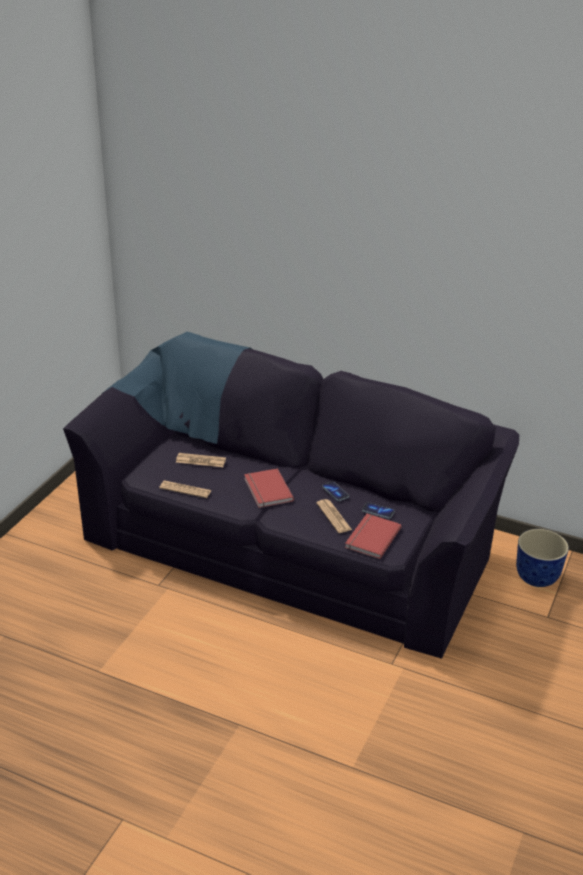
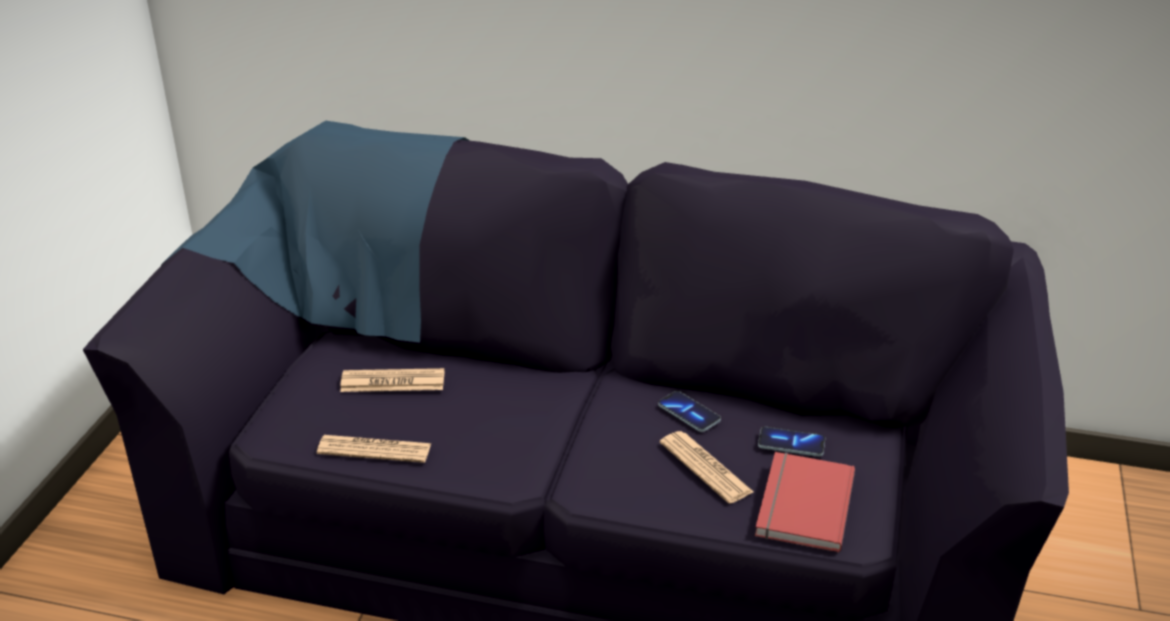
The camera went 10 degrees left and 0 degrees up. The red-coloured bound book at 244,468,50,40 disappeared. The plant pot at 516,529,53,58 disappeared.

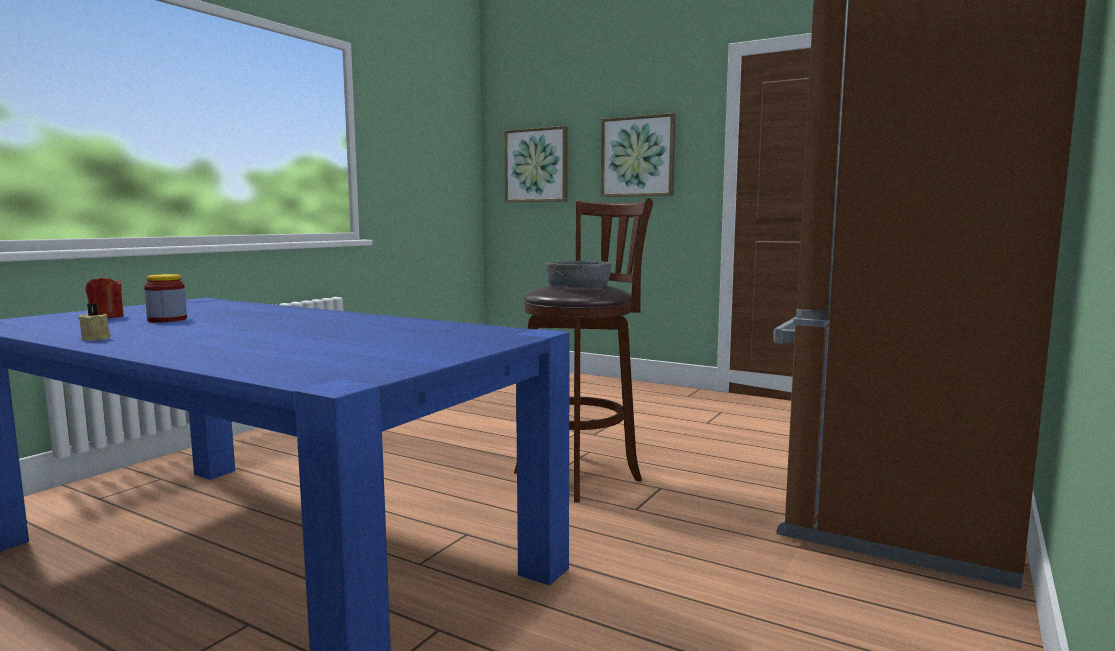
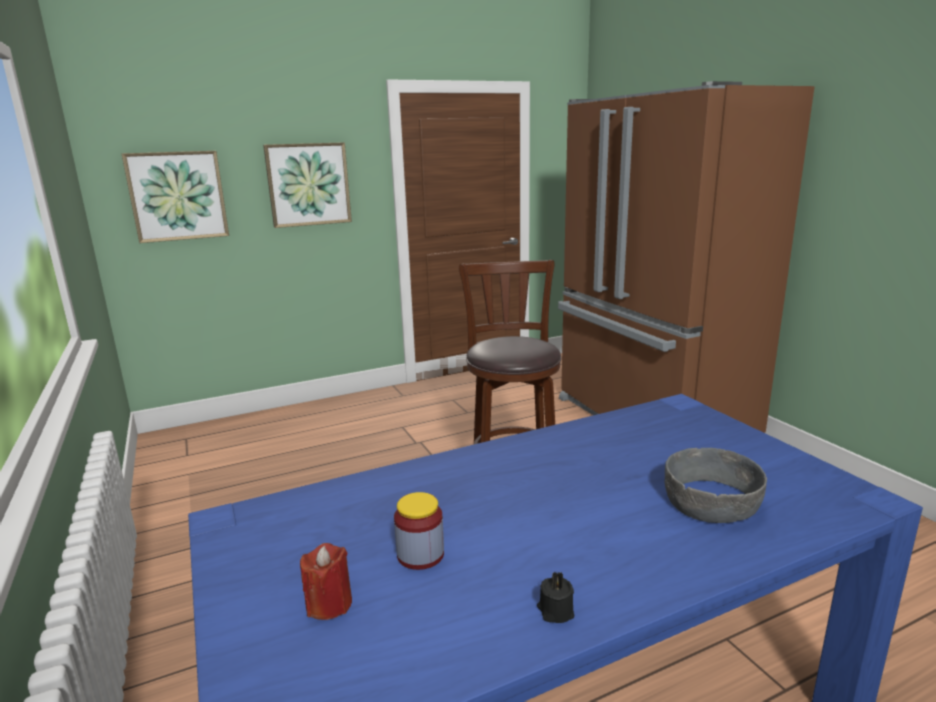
The camera went 55 degrees left and 10 degrees up. The beige-coloured wax candle at 78,303,33,38 became the black-coloured wax candle at 537,571,37,52. The grey deep dish moved from 547,261,65,26 to 665,448,102,75.

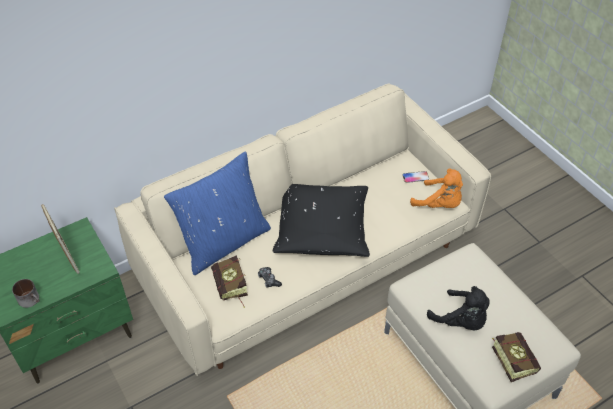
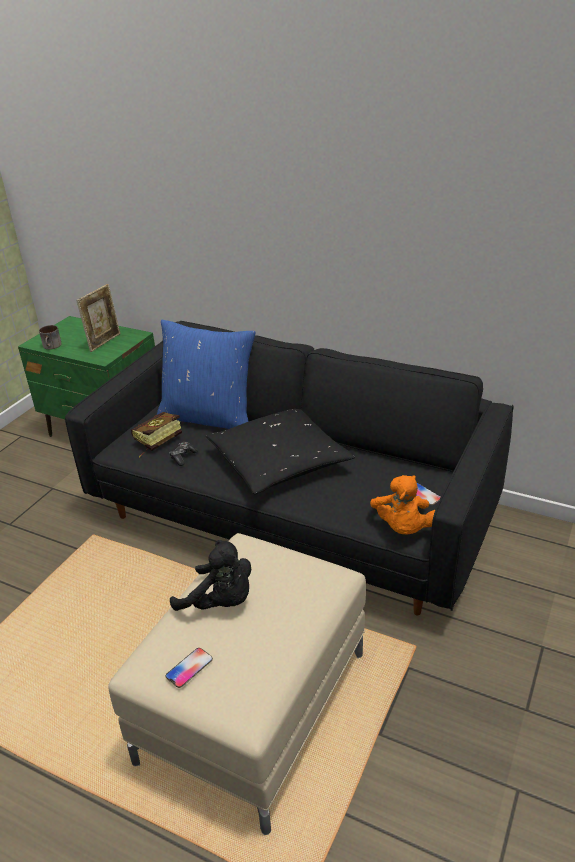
The camera went 60 degrees right and 15 degrees down. The beige-coloured couch at 114,83,377,293 became the black-coloured couch at 65,321,449,295. The bound book at 492,332,49,50 was replaced by the telephone at 165,648,48,40. The black-coloured cuddly toy at 427,286,63,44 turned 75 degrees counterclockwise.

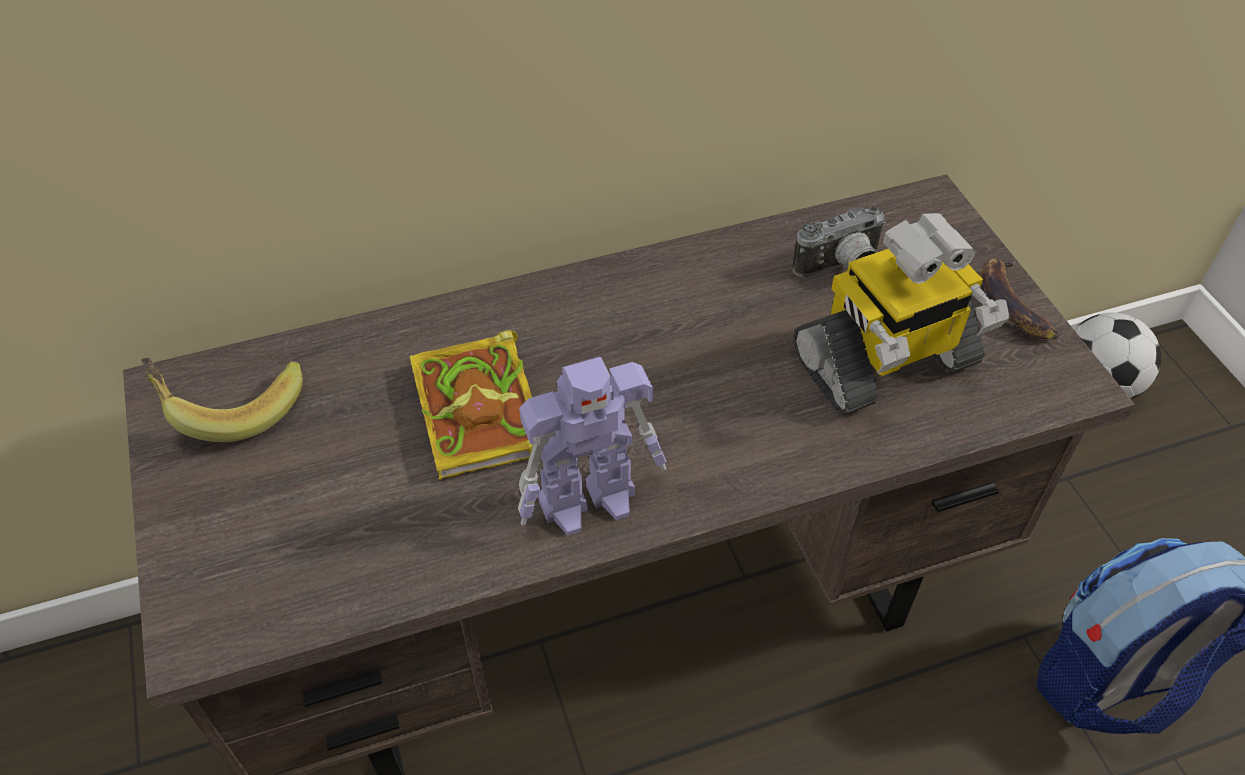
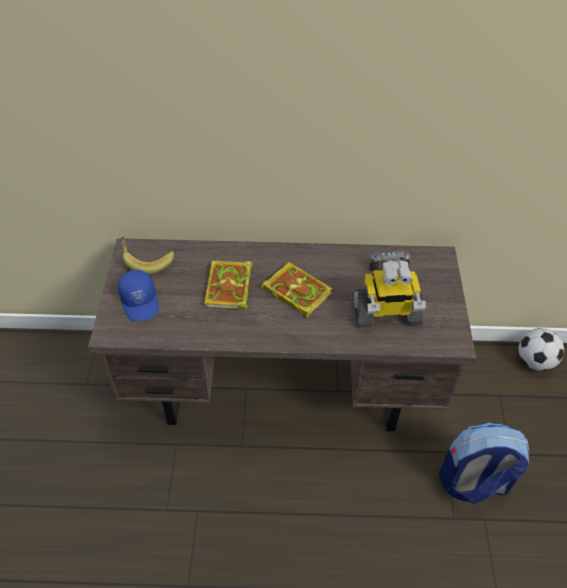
The camera went 20 degrees right and 0 degrees up. The bluish cap at 118,270,40,52 appeared. The bound book at 261,262,71,56 appeared. The toy robot at 518,357,149,179 disappeared. The banana at 982,259,77,80 disappeared.

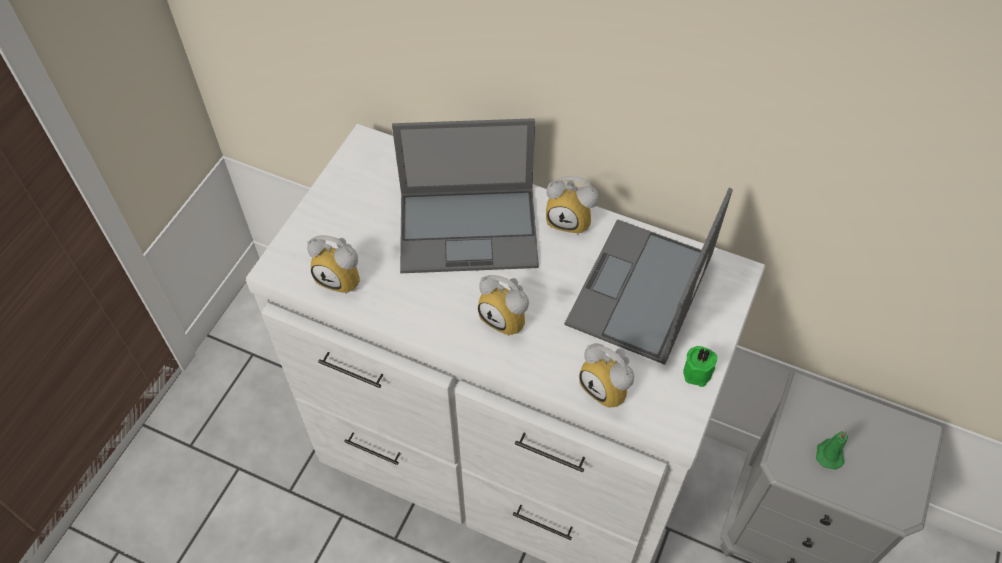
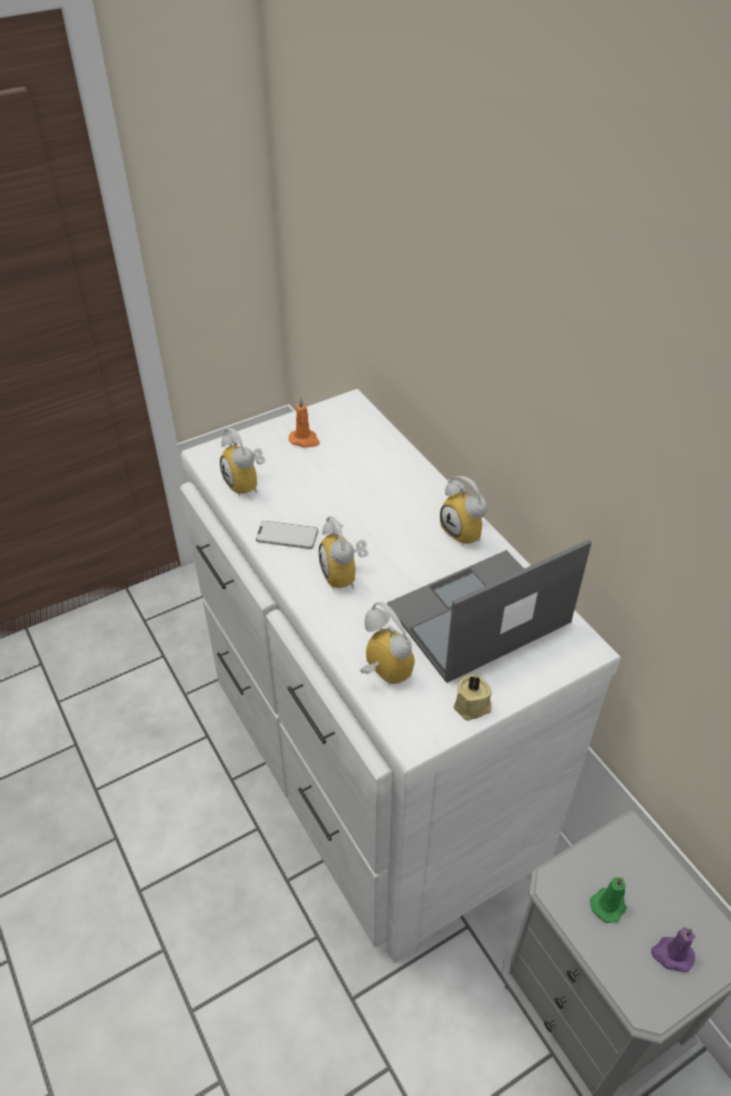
The camera went 35 degrees right and 10 degrees down. The telephone at 256,521,62,28 appeared. The orange wax candle at 289,398,31,50 appeared. The alarm clock at 579,343,55,65 turned 150 degrees clockwise. The green-coloured wax candle at 683,346,34,41 became the beige-coloured wax candle at 454,675,38,46. The purple wax candle at 651,927,44,45 appeared. The notebook computer at 392,118,147,155 disappeared.

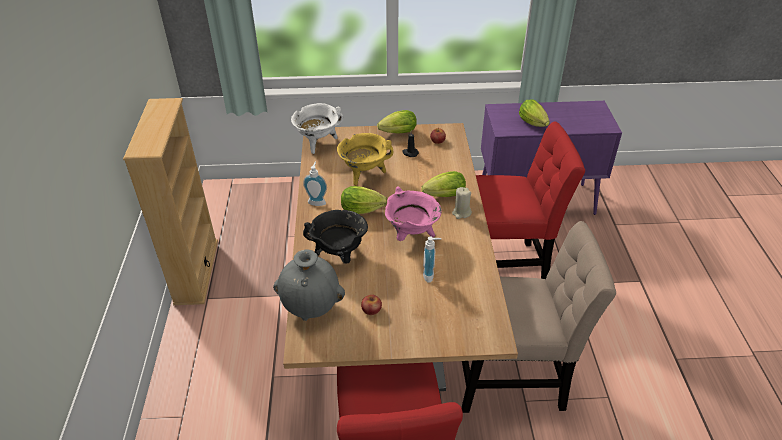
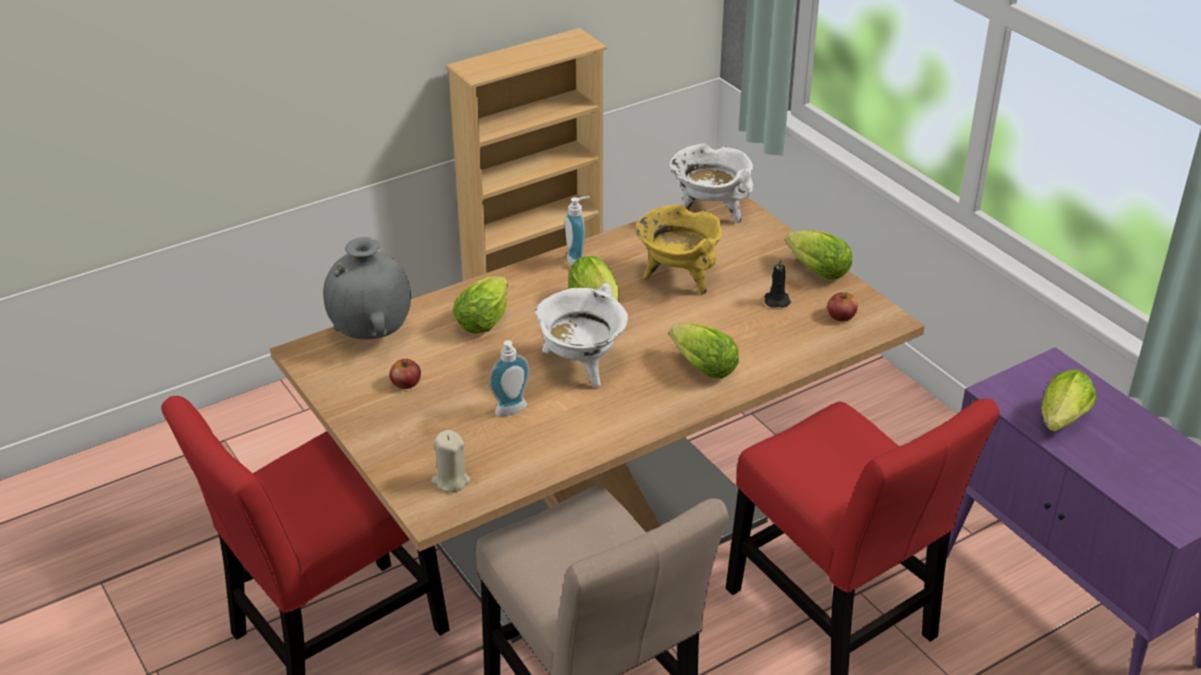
The camera went 60 degrees right and 5 degrees down. The beige-coloured wax candle moved from 452,187,20,32 to 431,430,39,62. The black-coloured cooking pot at 303,210,65,54 was replaced by the lettuce head at 453,276,55,57. The pinkish cooking pot at 385,186,57,55 became the white cooking pot at 535,283,93,105.

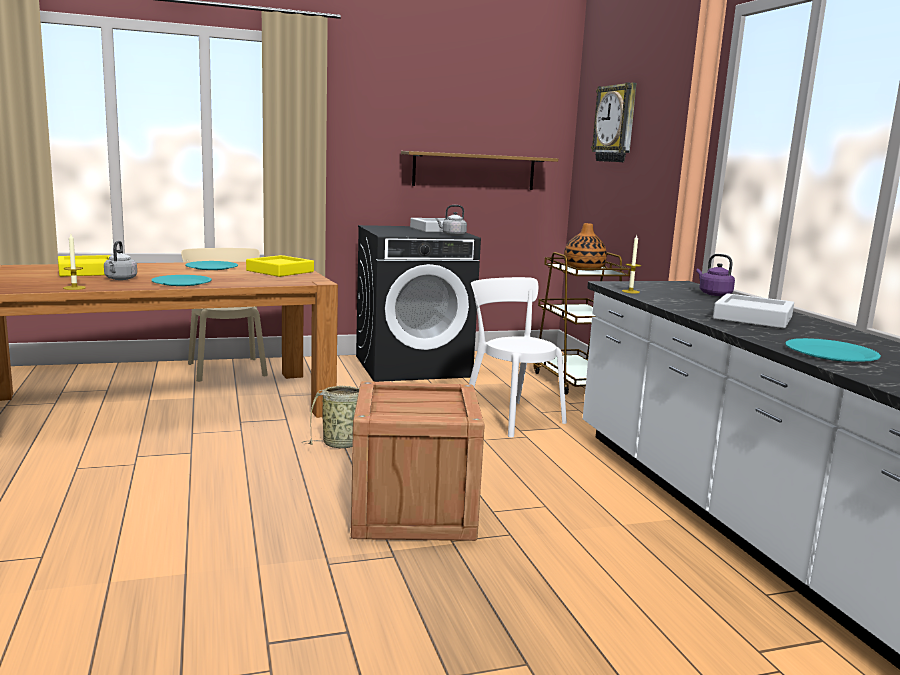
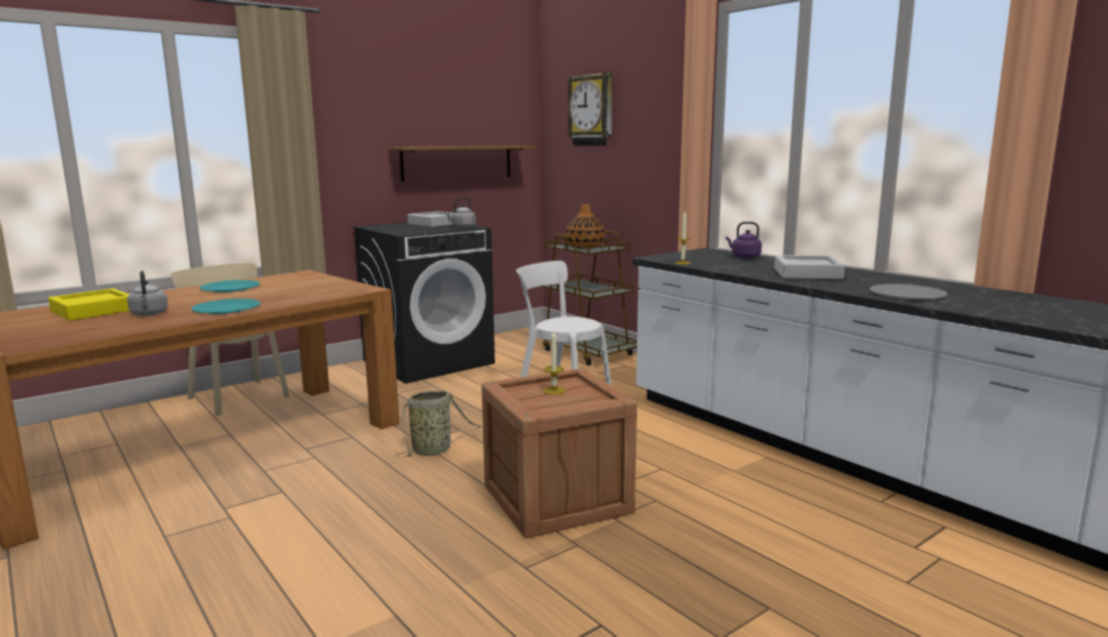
The camera went 20 degrees left and 0 degrees up. The wax candle moved from 63,234,23,56 to 543,331,23,64. The turquoise dinner plate at 785,338,96,24 became the grey dinner plate at 869,284,79,16. The yellowish tray at 246,255,68,22 disappeared.

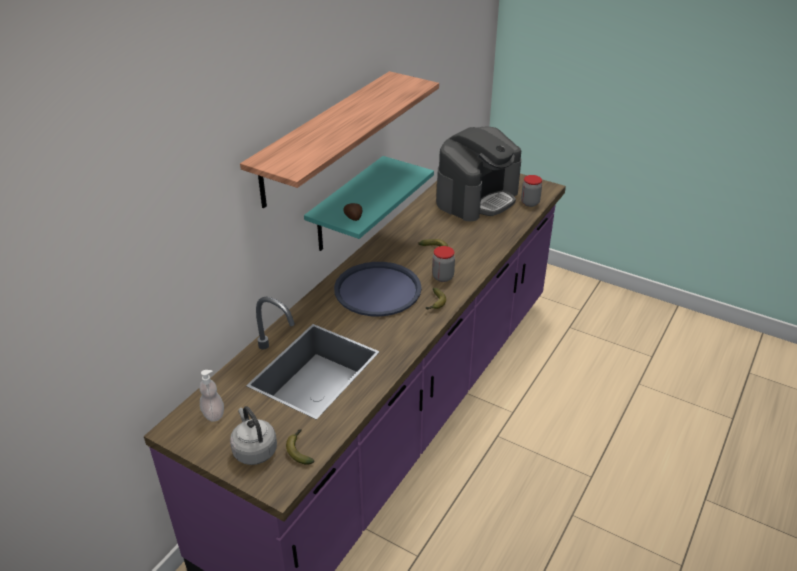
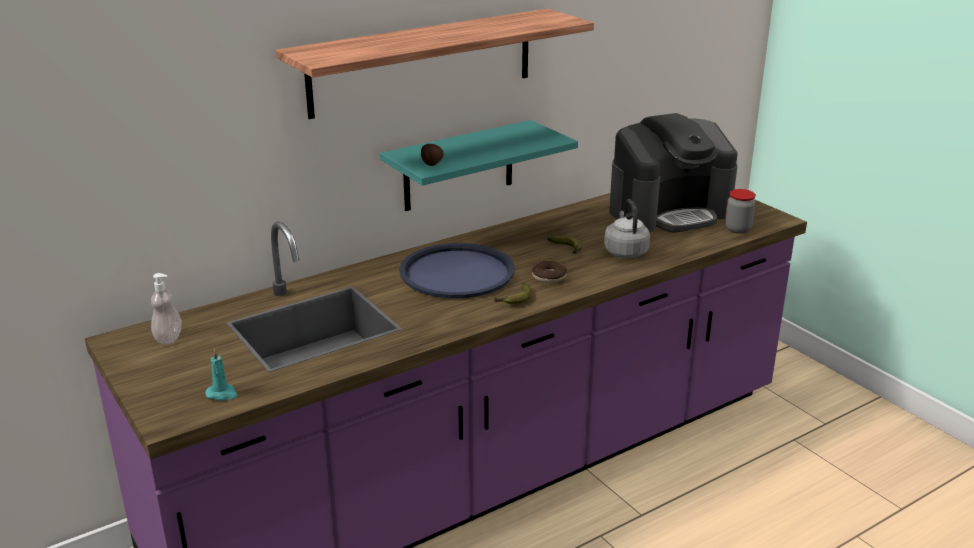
The camera went 25 degrees right and 10 degrees down. The banana at 286,429,29,35 was replaced by the turquoise wax candle at 206,349,32,52. The storage jar at 432,246,23,36 was replaced by the ring doughnut at 532,261,35,22. The grey tea kettle moved from 230,406,47,59 to 604,199,46,59.

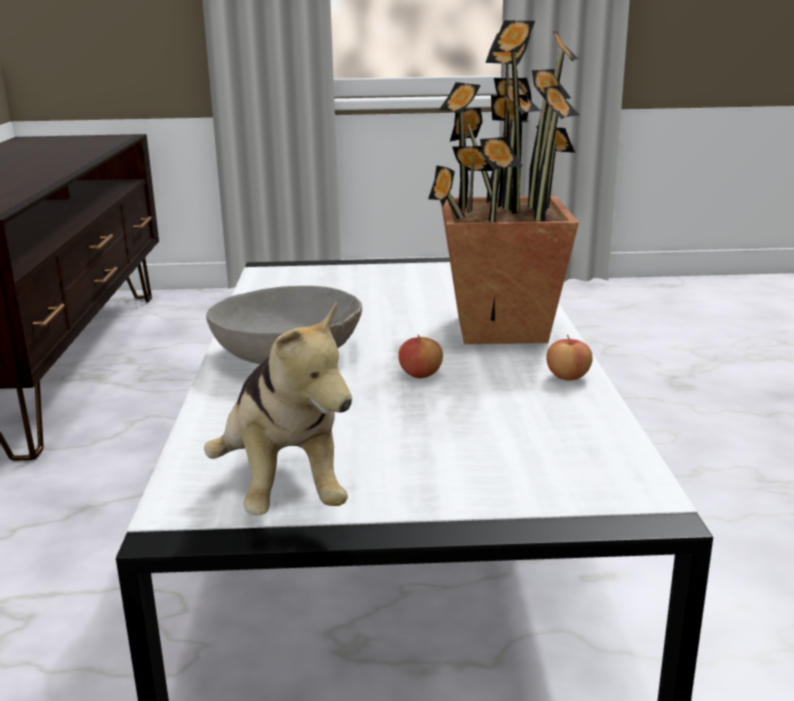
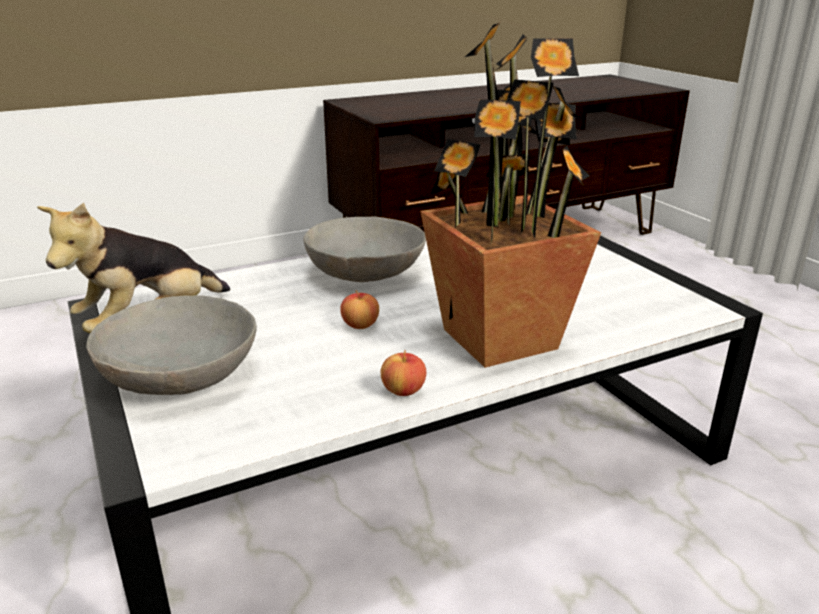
The camera went 65 degrees right and 5 degrees up. The grey deep dish at 86,295,171,100 appeared.

